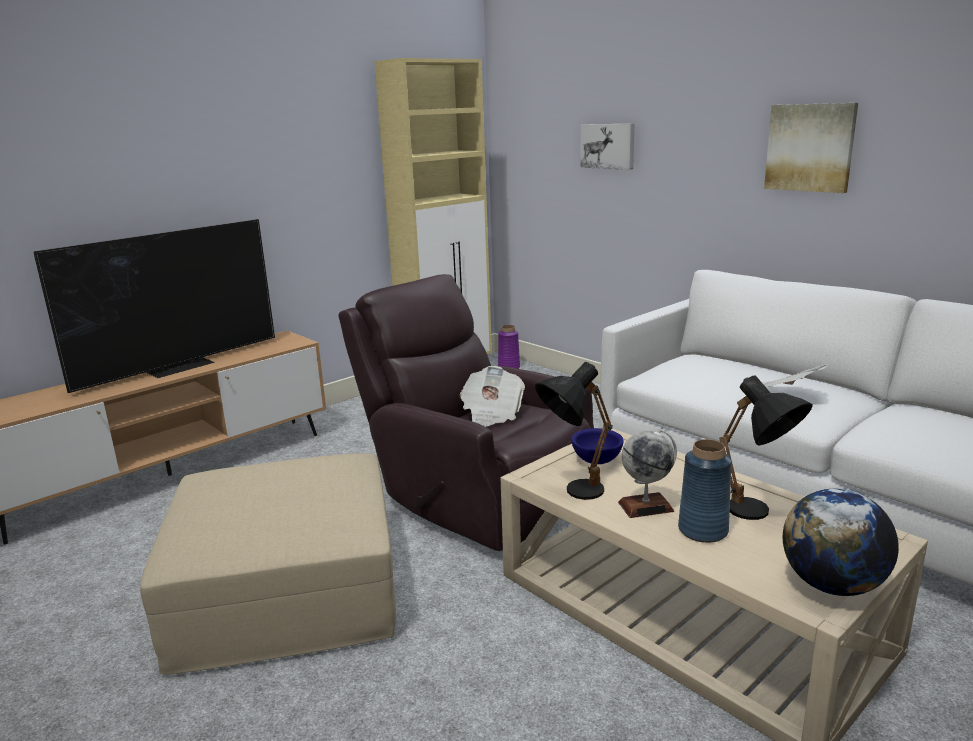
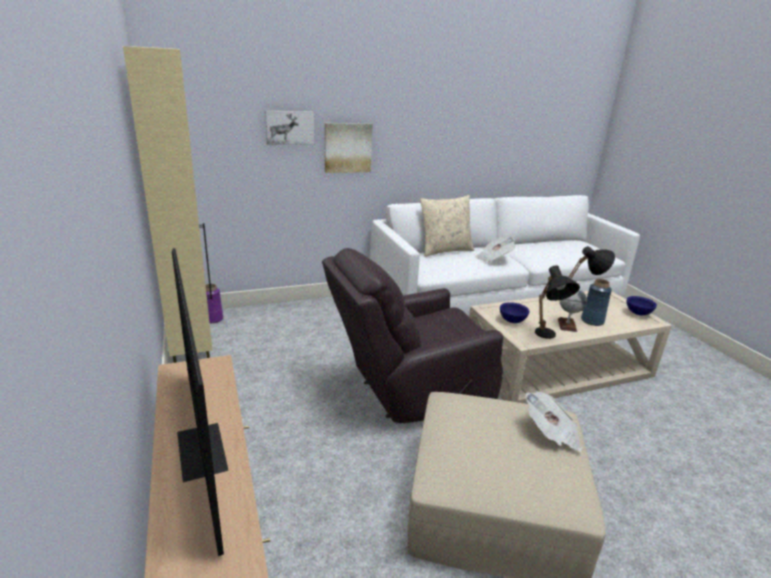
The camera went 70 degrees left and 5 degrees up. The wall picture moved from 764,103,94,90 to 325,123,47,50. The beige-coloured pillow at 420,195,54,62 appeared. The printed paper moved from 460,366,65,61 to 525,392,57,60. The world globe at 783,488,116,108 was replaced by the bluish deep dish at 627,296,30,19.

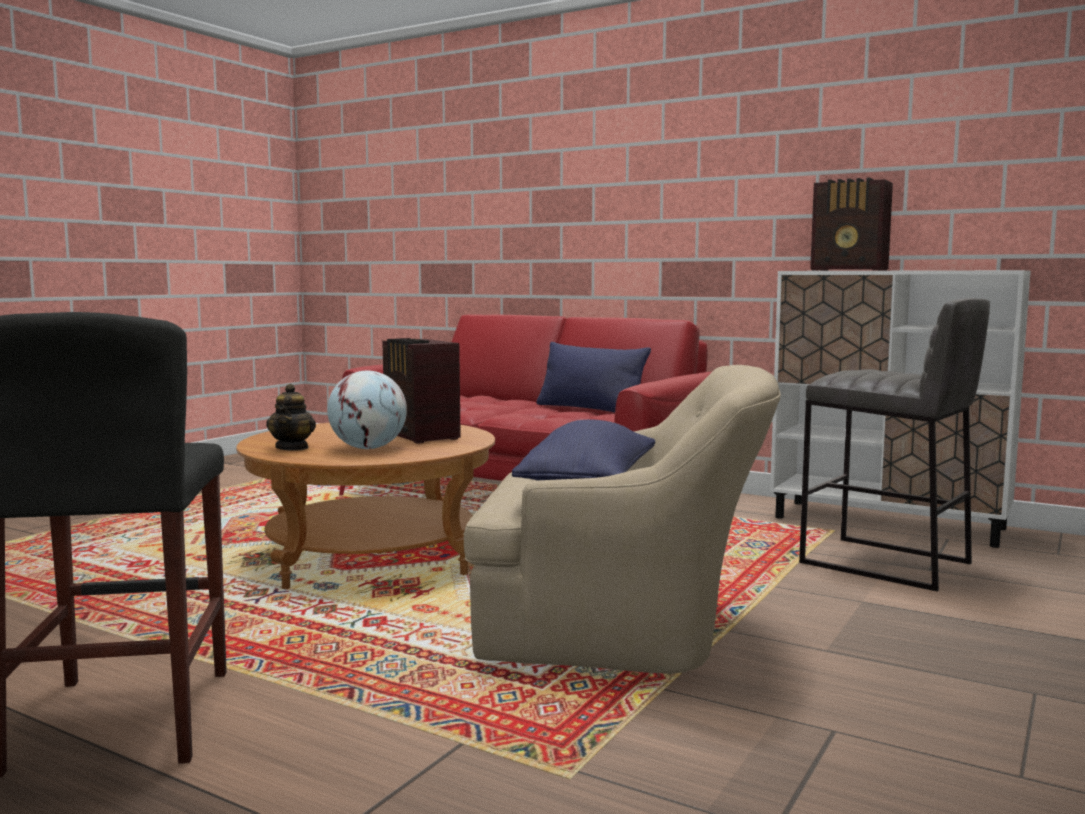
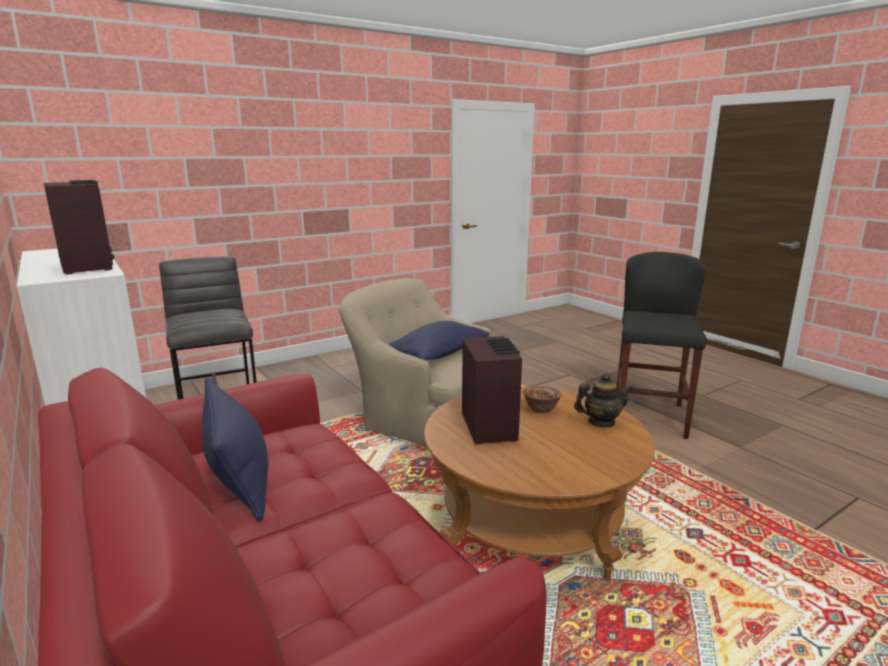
The camera went 155 degrees left and 10 degrees up. The world globe at 327,371,80,78 was replaced by the deep dish at 523,386,39,27. The pot for tea at 266,384,50,67 turned 60 degrees clockwise.

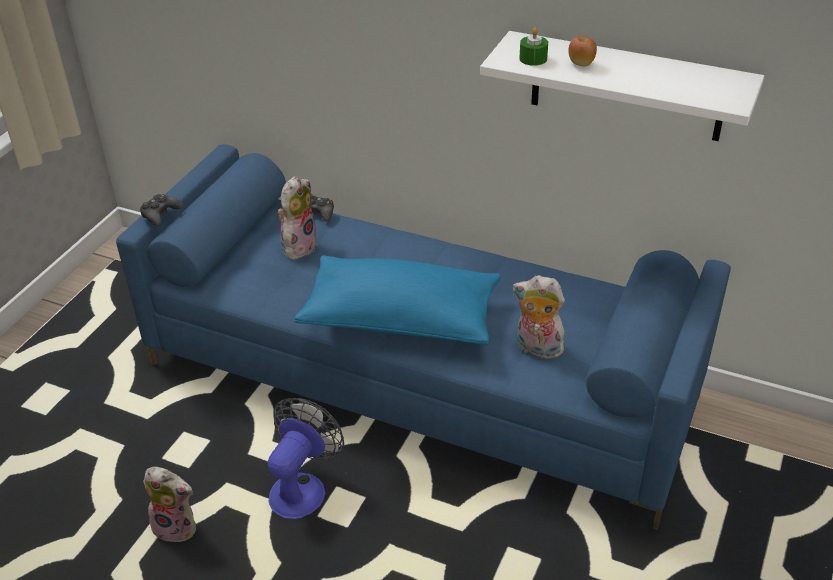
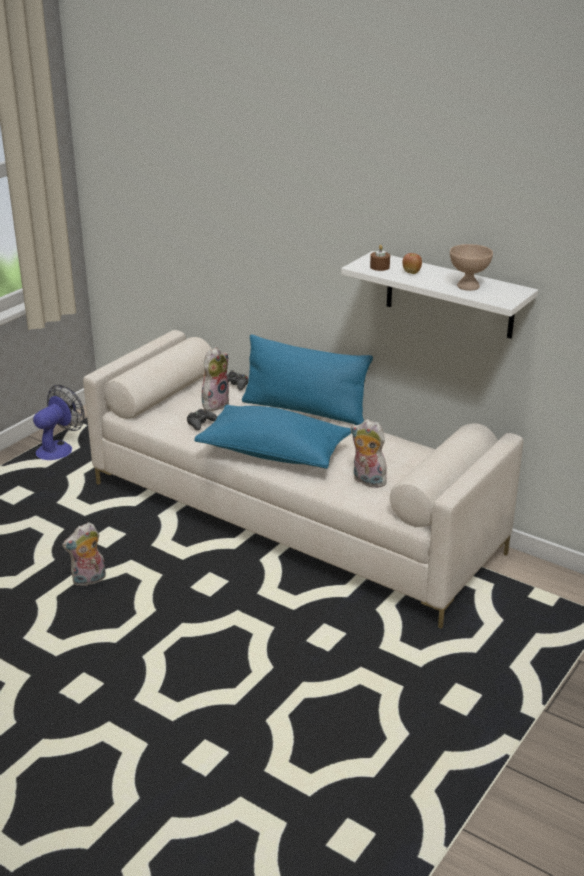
The camera went 10 degrees right and 10 degrees down. The cooling fan moved from 268,398,76,121 to 33,385,51,75. The cuddly toy at 143,467,53,75 turned 120 degrees clockwise. The bluish couch at 116,144,615,386 became the beige-coloured couch at 83,330,440,299. The black-coloured game controller moved from 140,194,43,32 to 187,409,30,21. The bluish pillow at 242,334,131,91 appeared. The green-coloured wax candle at 519,28,29,38 became the brownish wax candle at 370,245,20,26. The beige-coloured deep dish at 450,244,43,47 appeared.

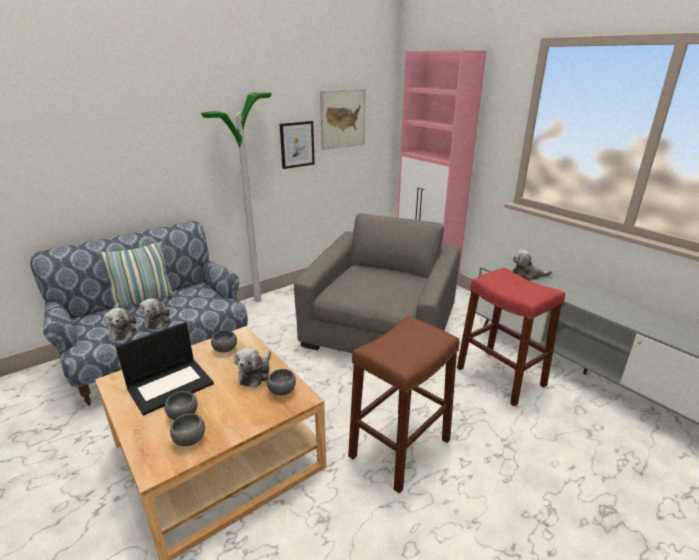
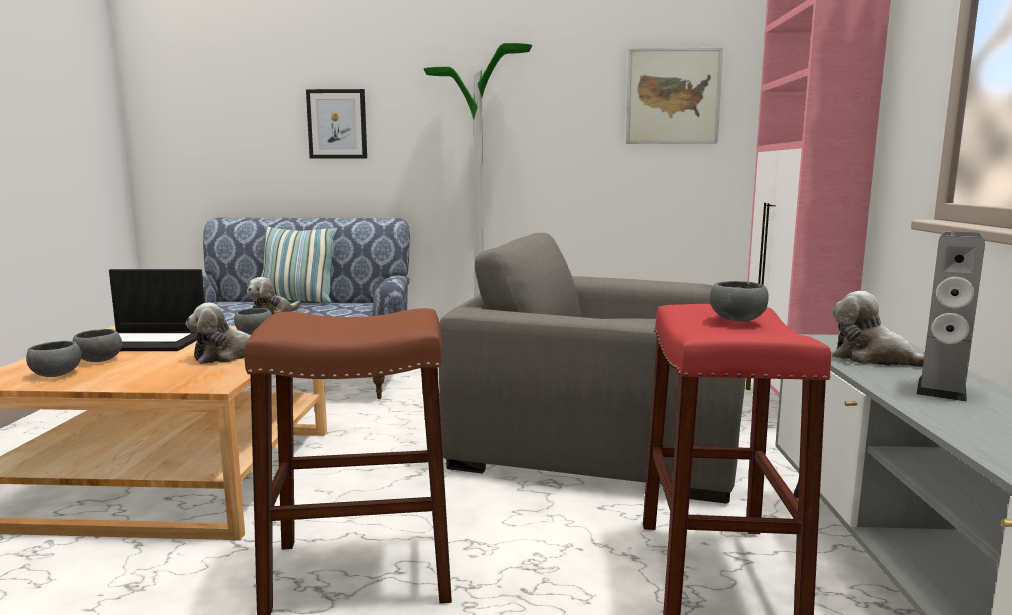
The camera went 40 degrees right and 15 degrees down. The wall picture moved from 280,121,35,48 to 306,89,61,70. The grey armchair at 294,213,167,140 turned 135 degrees counterclockwise. The grey deep dish moved from 267,369,29,26 to 710,281,59,41. The speaker at 917,231,68,171 appeared. The cuddly toy at 104,308,32,33 disappeared.

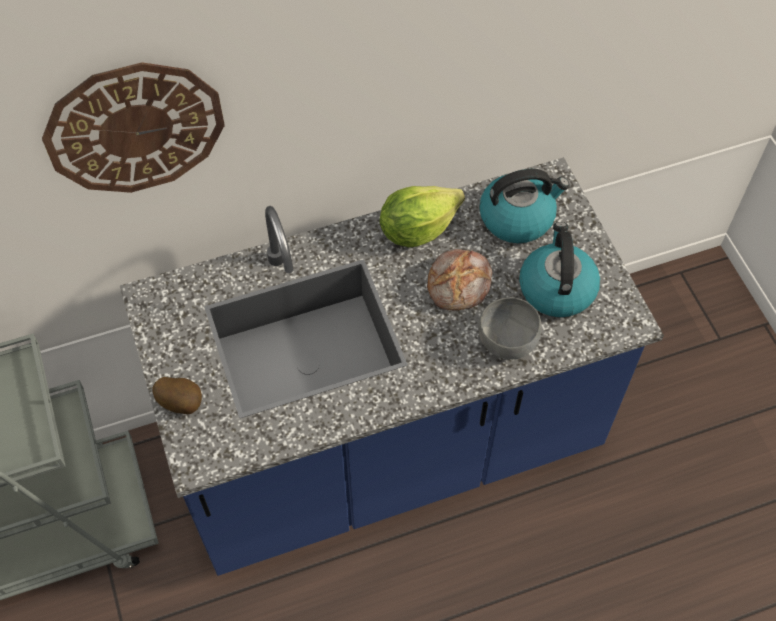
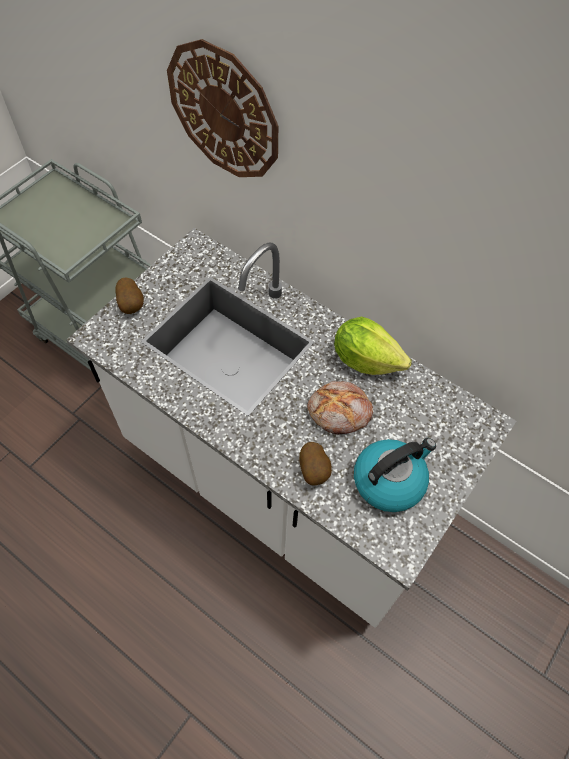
The camera went 55 degrees right and 0 degrees up. The bluish counter at 120,157,544,419 became the white counter at 66,228,450,400. The grey deep dish at 478,297,64,62 was replaced by the whole potato at 299,442,33,43. The tea kettle at 479,169,91,74 disappeared.

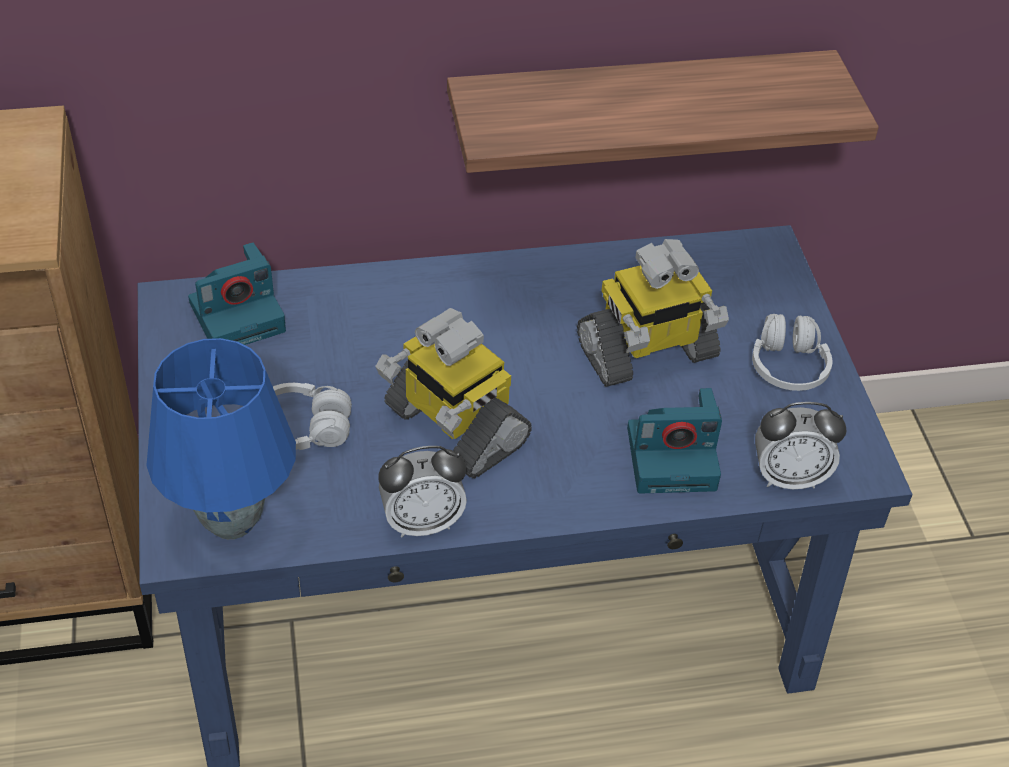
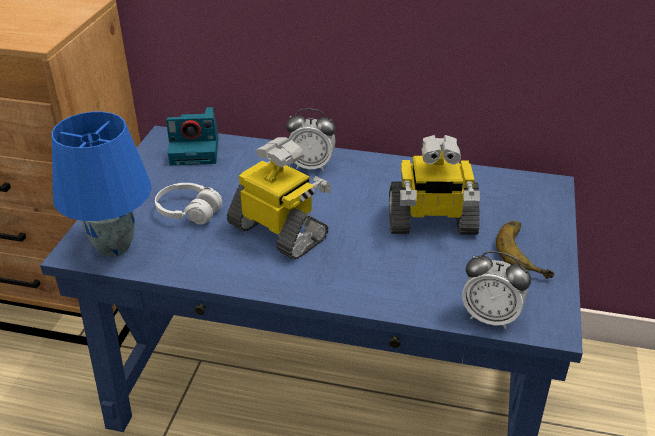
The camera went 25 degrees right and 10 degrees down. The toy robot at 376,308,156,170 turned 150 degrees clockwise. The alarm clock moved from 379,446,88,91 to 286,108,50,64. The white headset at 752,314,80,77 was replaced by the banana at 496,221,58,58. The wall shelf at 447,50,432,123 disappeared. The photo camera at 627,388,95,106 disappeared.

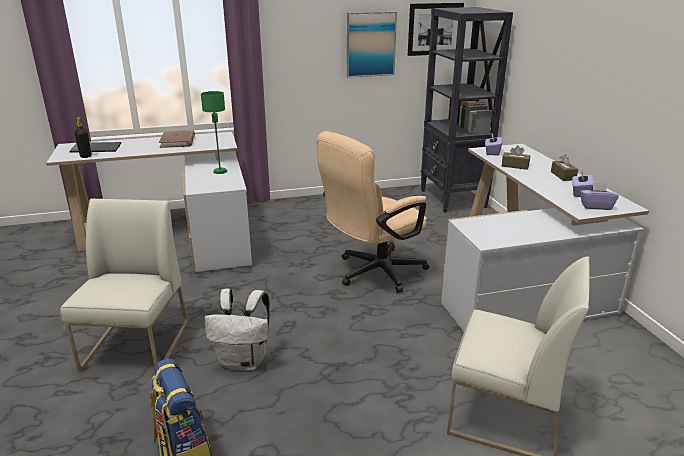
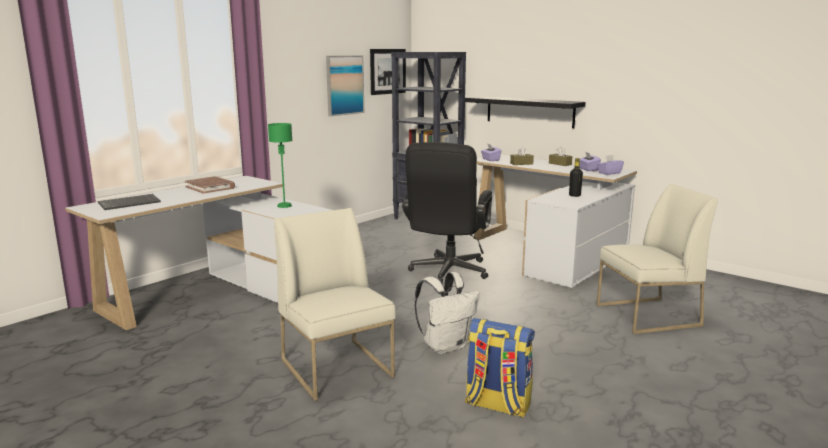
The camera went 35 degrees left and 10 degrees down. The beige-coloured office chair at 317,131,112,162 became the black-coloured office chair at 402,142,90,141. The black-coloured wall shelf at 465,96,121,32 appeared. The black-coloured drink bottle moved from 75,117,17,41 to 569,158,14,39.

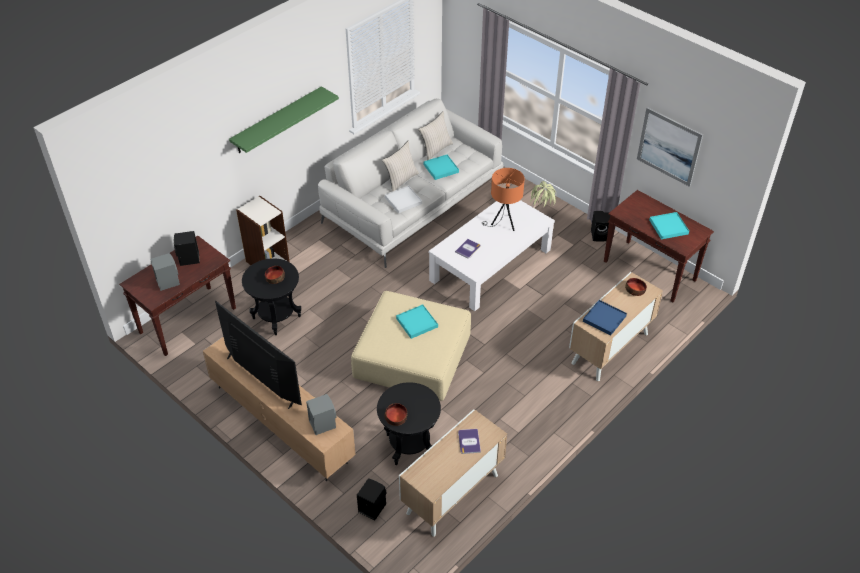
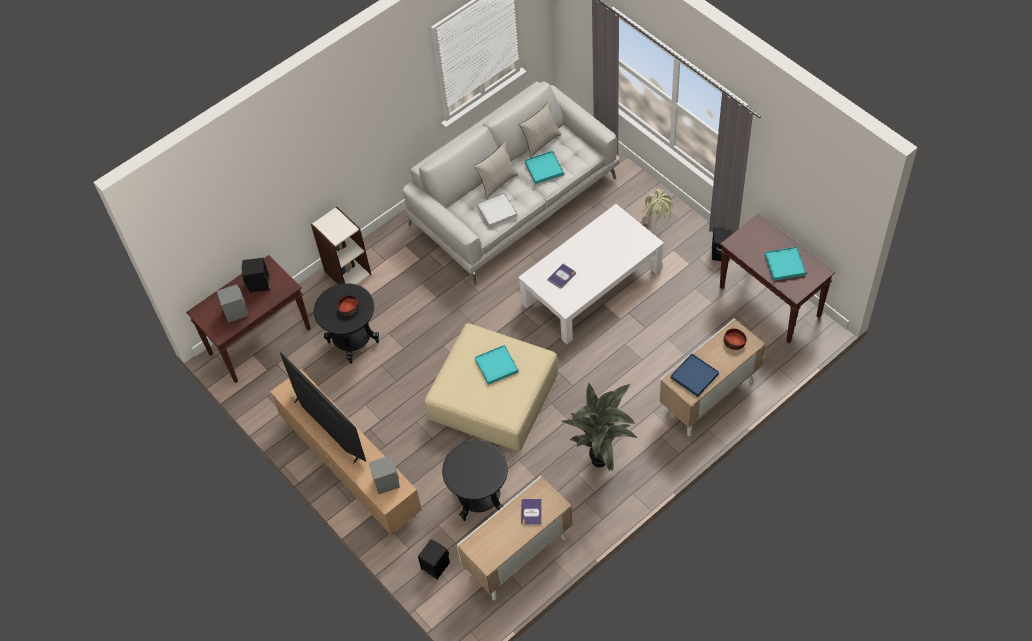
The camera went 10 degrees right and 10 degrees up. The houseplant at 561,382,76,89 appeared. The green-coloured wall shelf at 229,86,110,67 disappeared. The deep dish at 385,403,22,23 disappeared. The orange tabletop lamp at 482,168,43,63 disappeared. The wall picture at 637,107,66,80 disappeared.

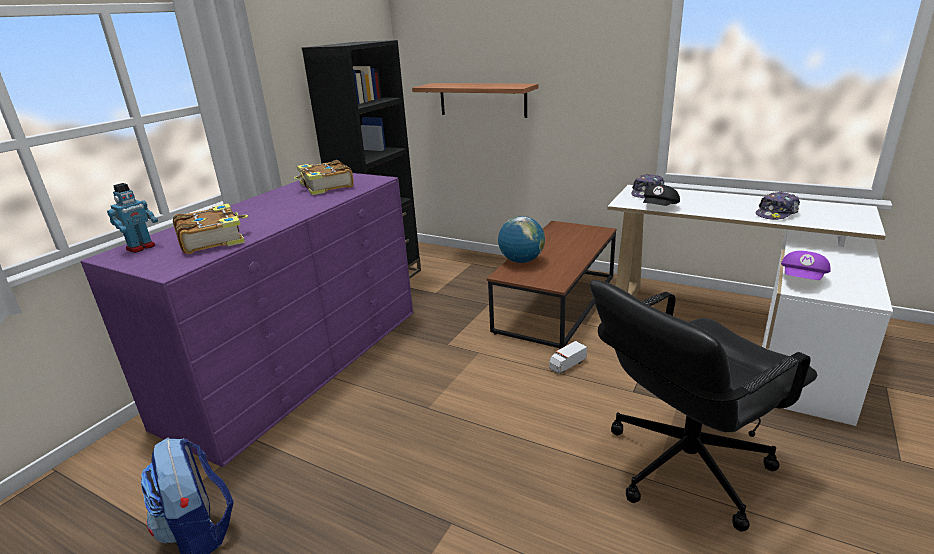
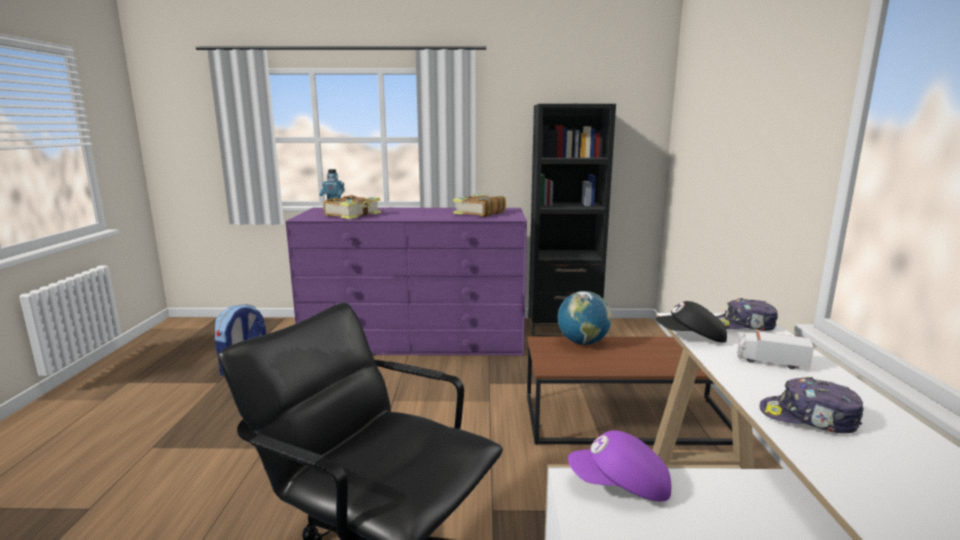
The camera went 60 degrees right and 10 degrees down. The model truck moved from 549,341,38,33 to 737,330,77,39. The wall shelf at 412,83,127,35 disappeared.

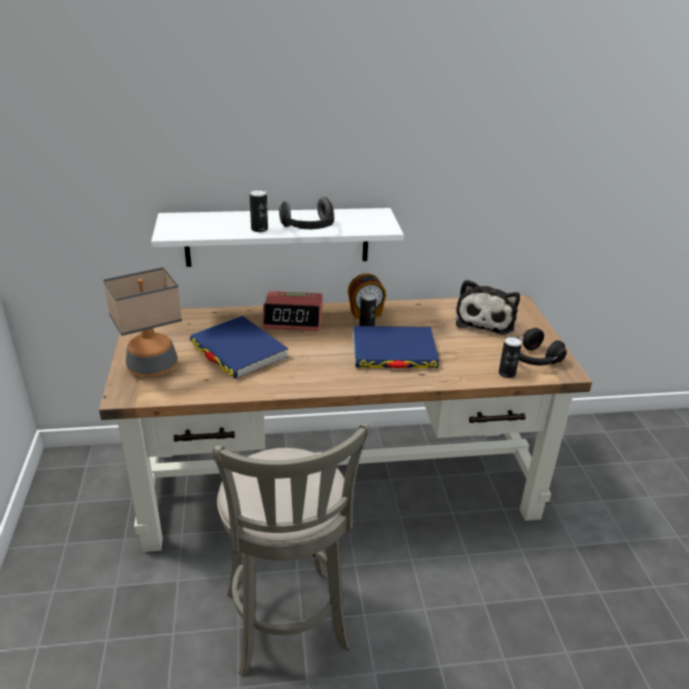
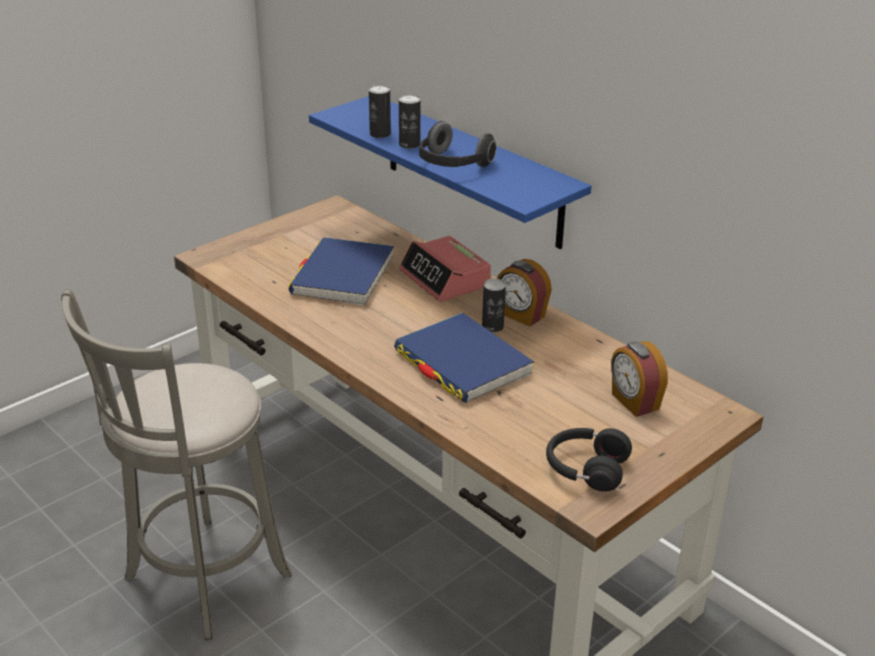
The camera went 55 degrees right and 0 degrees up. The white wall shelf at 151,208,253,59 became the bluish wall shelf at 309,96,282,153. The sealed can moved from 499,336,23,42 to 369,85,22,53. The cuddly toy at 456,280,64,55 was replaced by the alarm clock at 611,341,57,76. The tabletop lamp at 103,267,79,110 disappeared.

